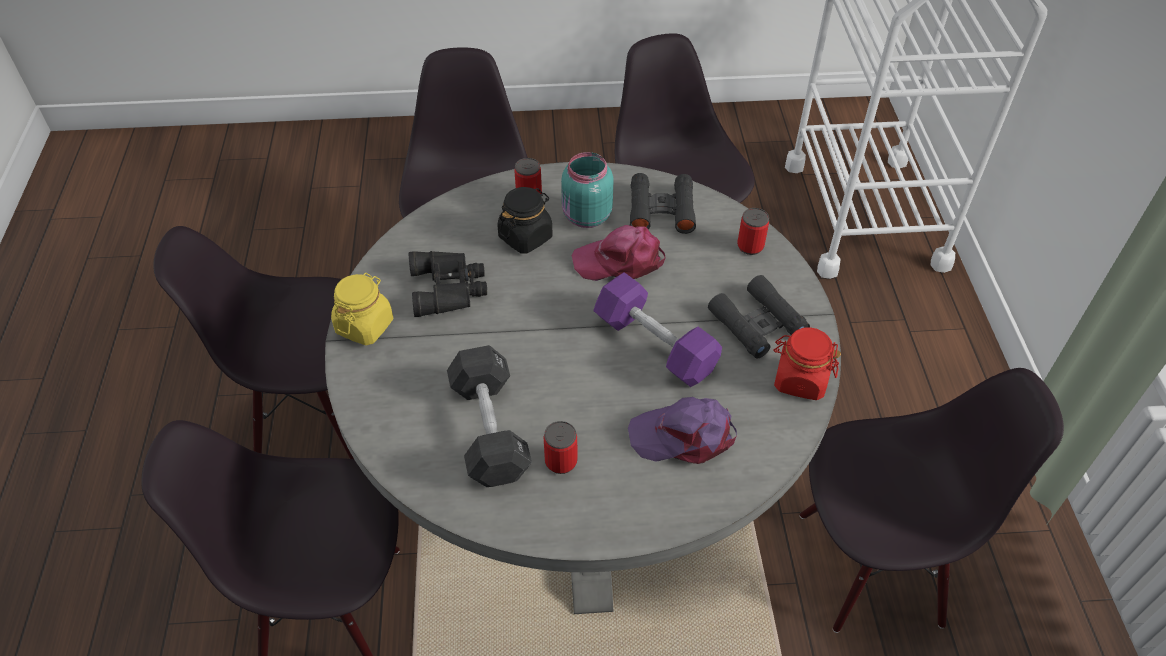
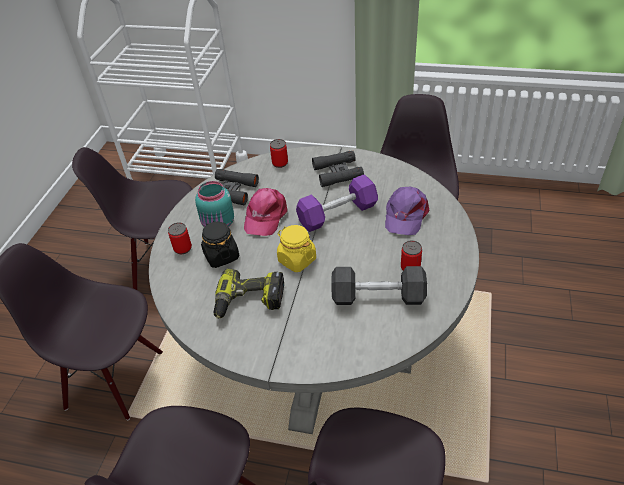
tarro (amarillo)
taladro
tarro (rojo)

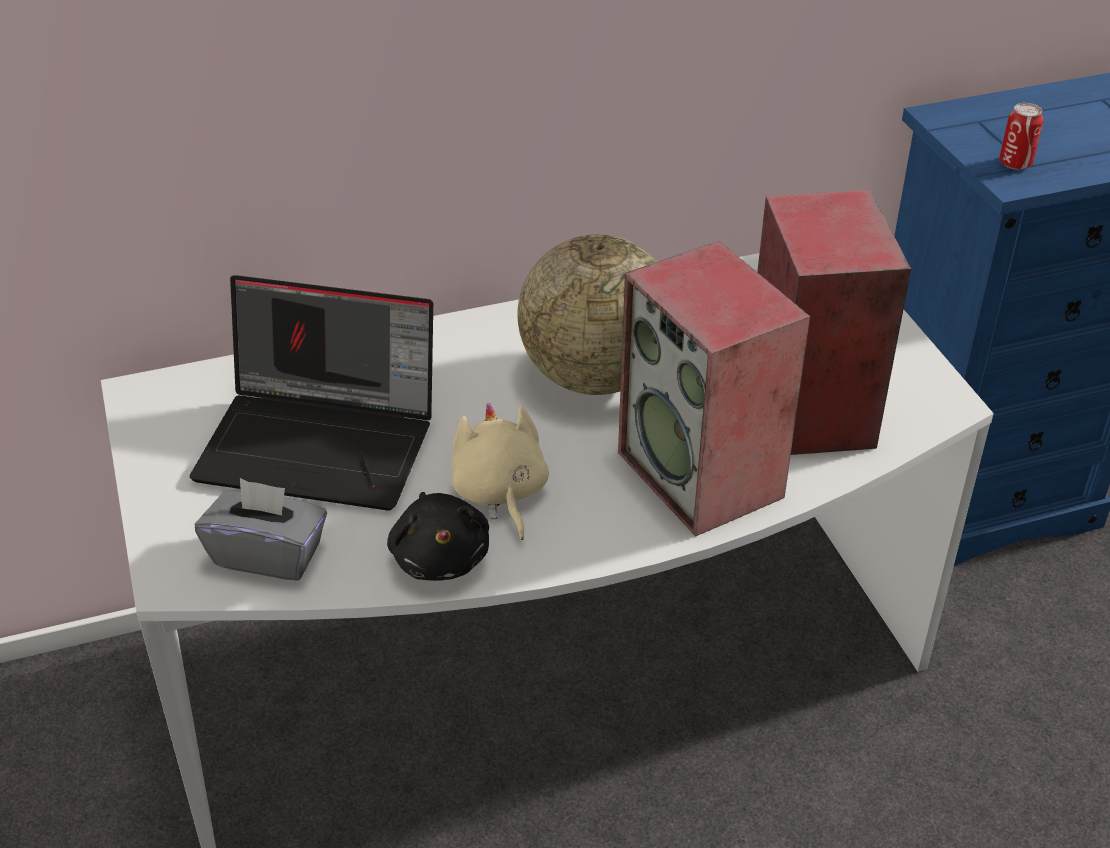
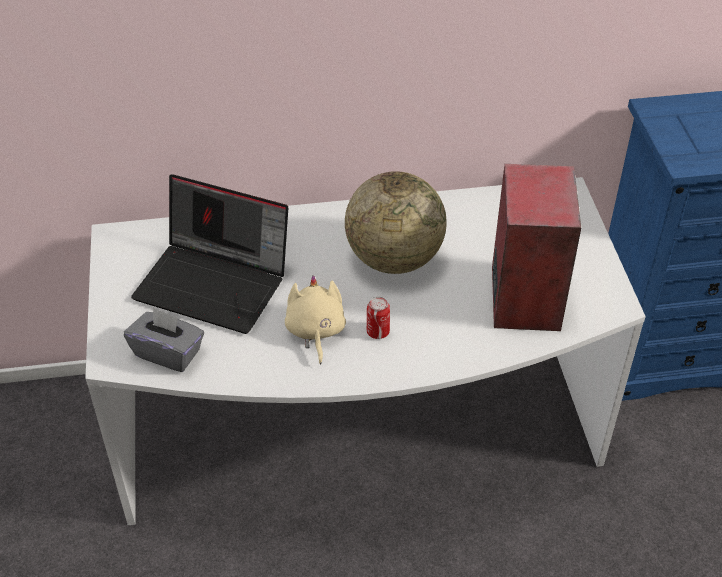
peluche (negro)
altavoz (1st from left in the first image)
lata

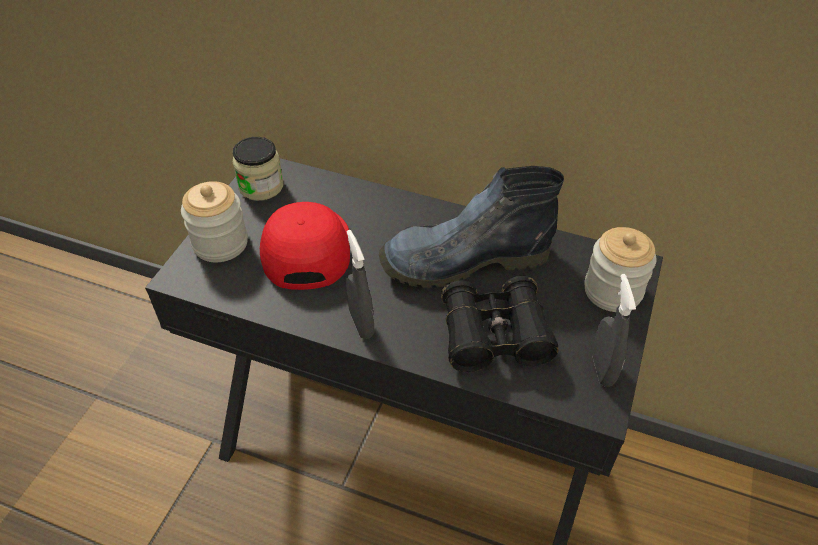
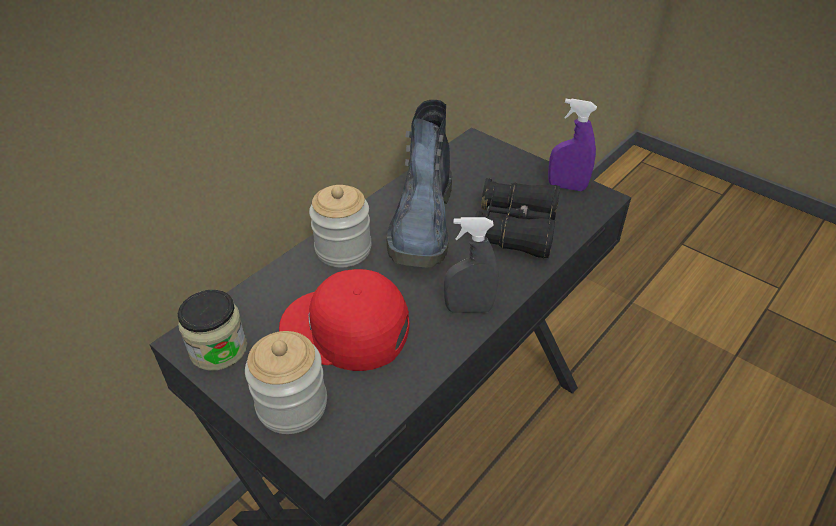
tarro (3rd from left)
pulverizador (morado)

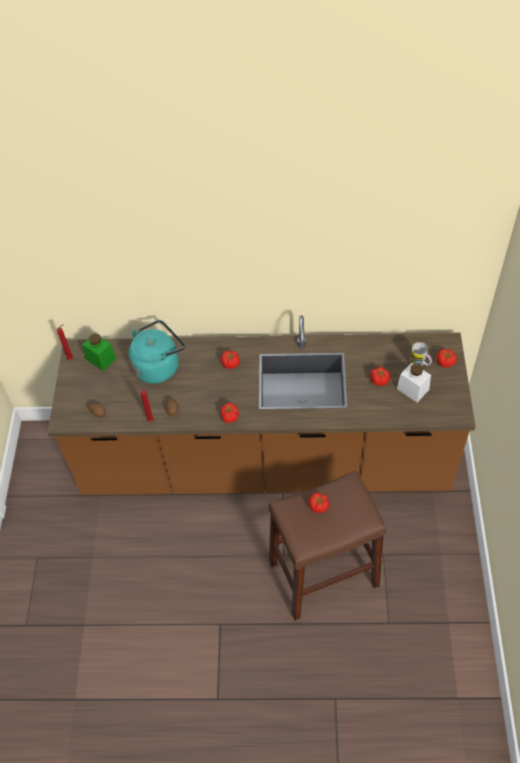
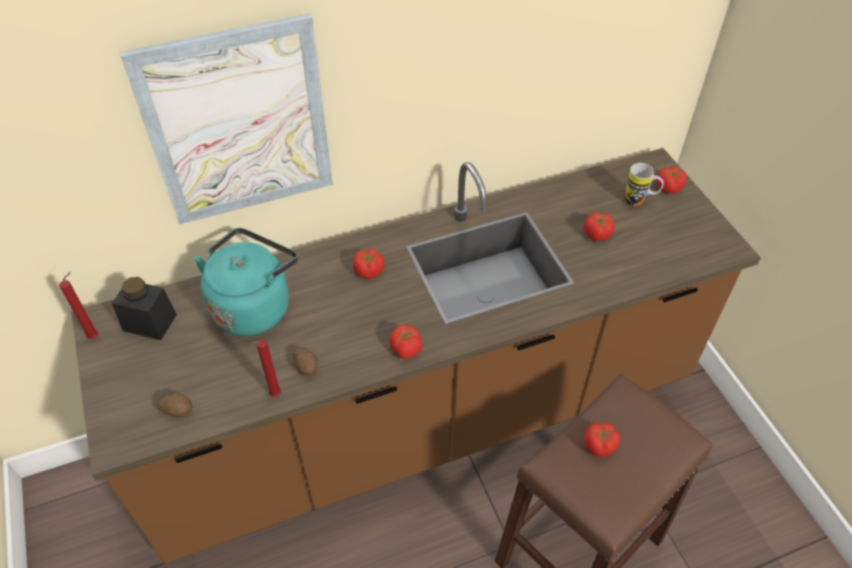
tarro (negro)
tarro (blanco)
cuadro

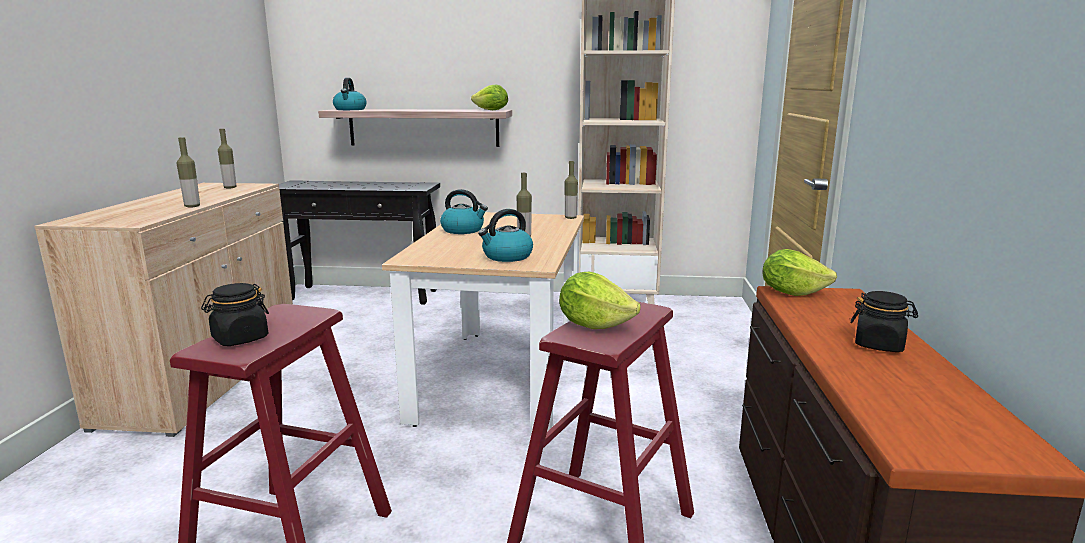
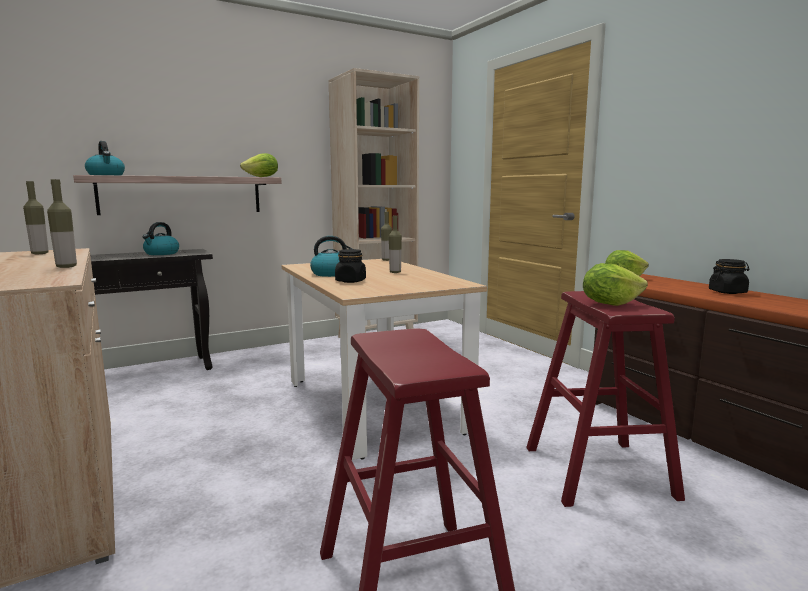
tarro (negro) (1st from left)
hervidor (2nd from left)

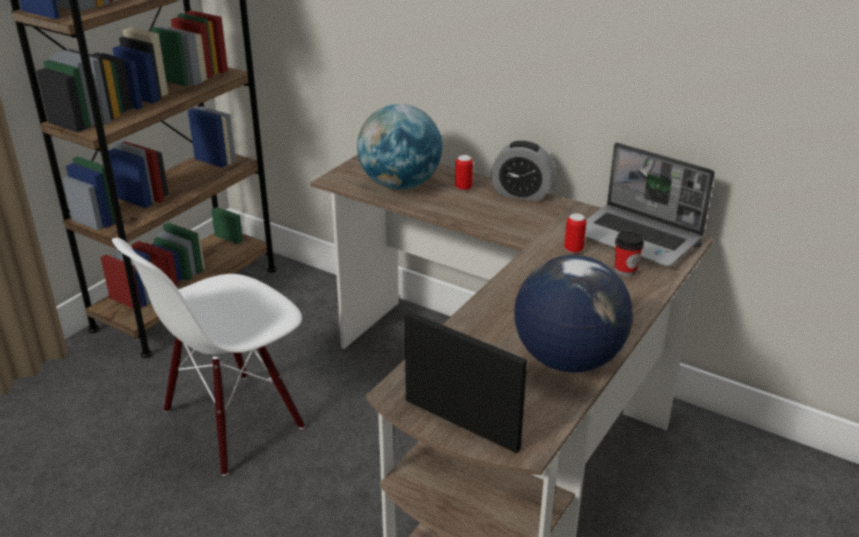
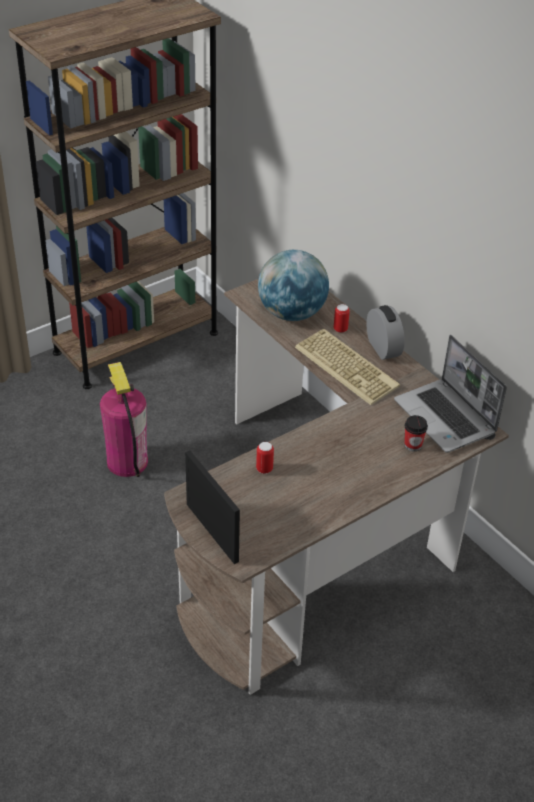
extintor
despertador
globo terráqueo (2nd from left in the first image)
lata (1st from left)
teclado

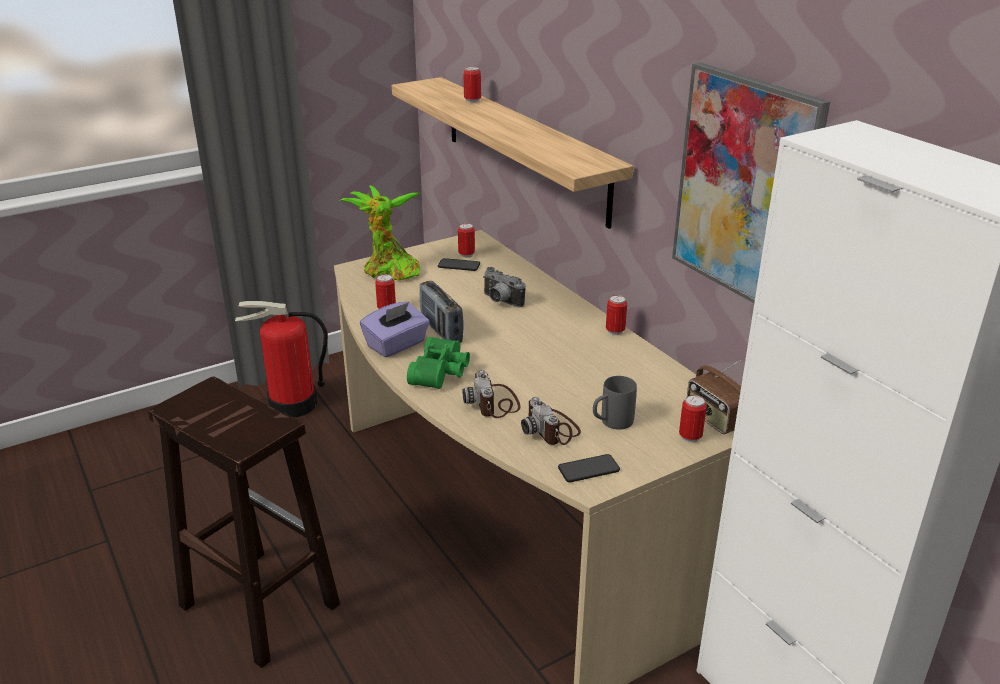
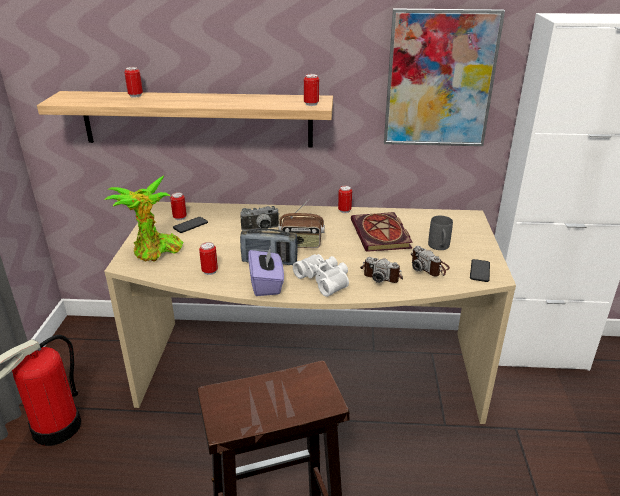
prismáticos (blanco)
cámara (3rd from left)
lata (4th from left)
radio (2nd from left)
libro

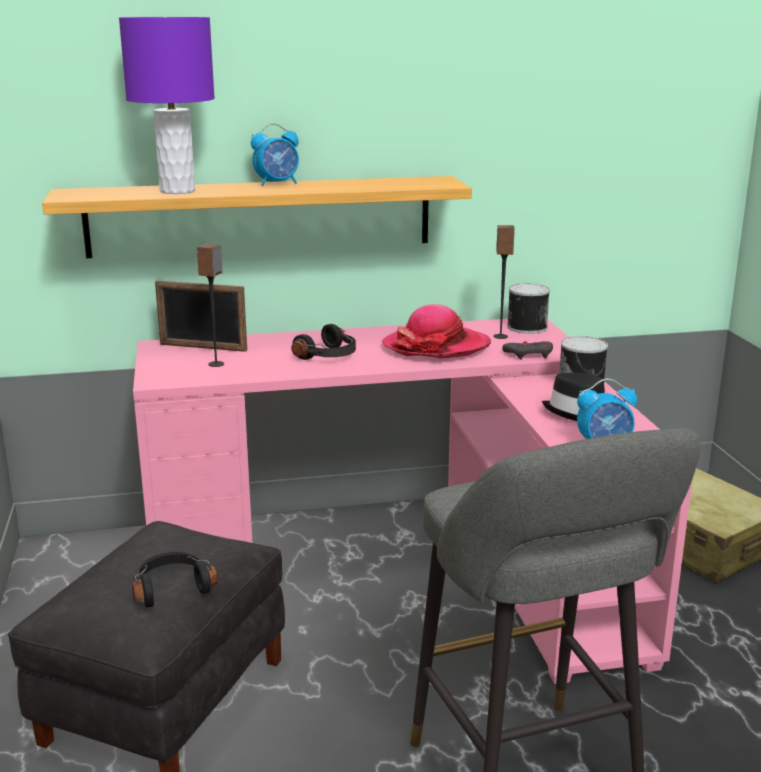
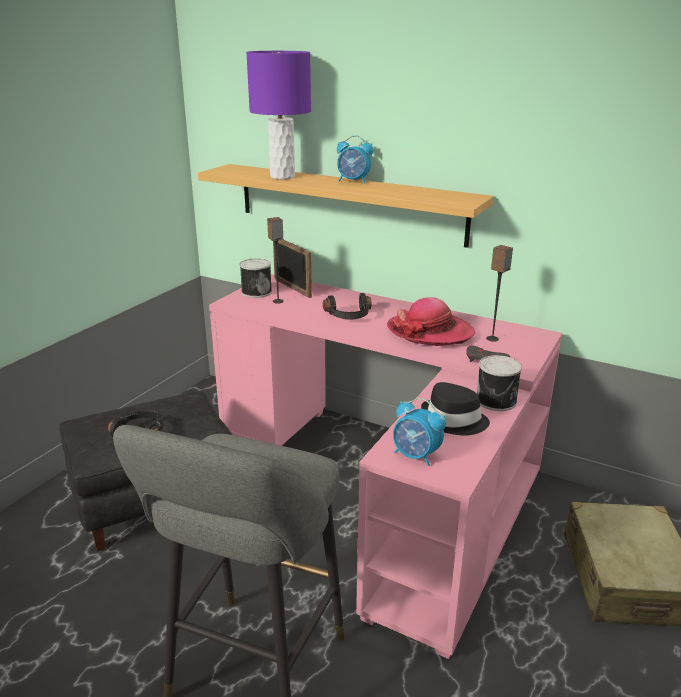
lata (1st from left)

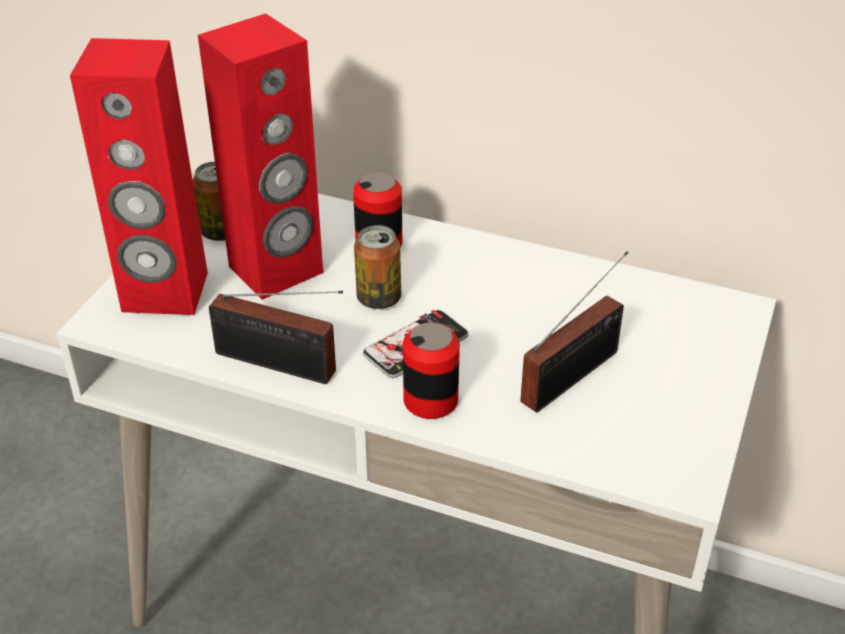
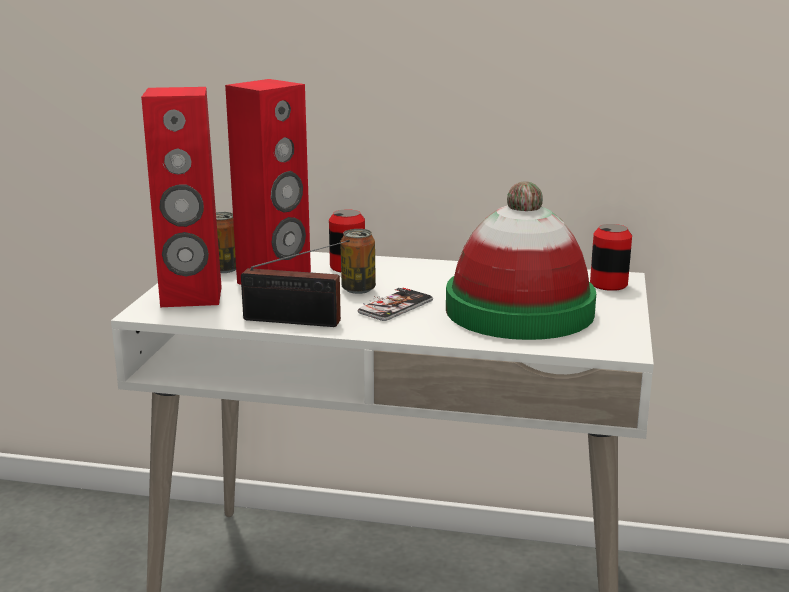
lata (4th from left)
sombrero

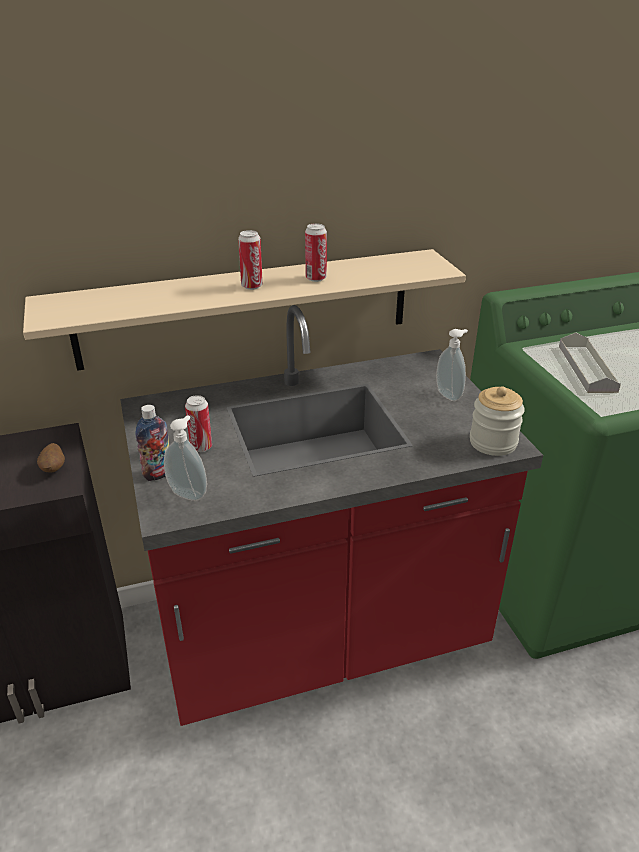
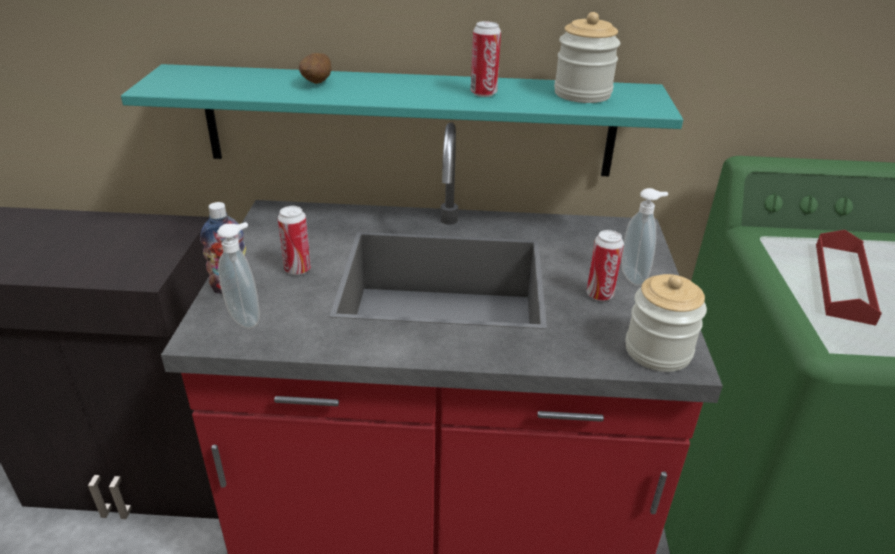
estante (turquesa)
patata
lata (3rd from left)
bandeja (rojo)
tarro (1st from left)

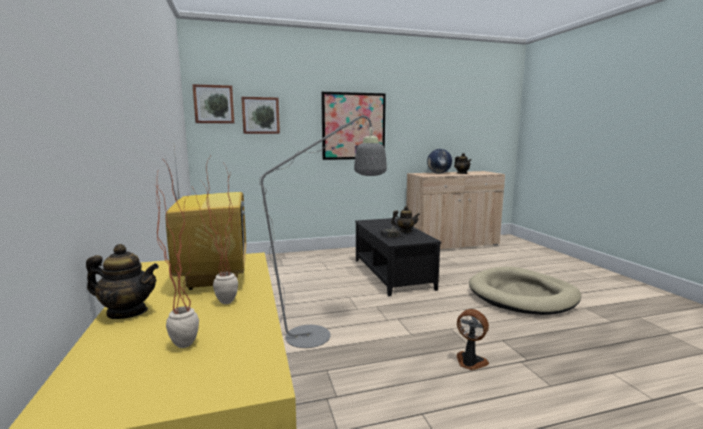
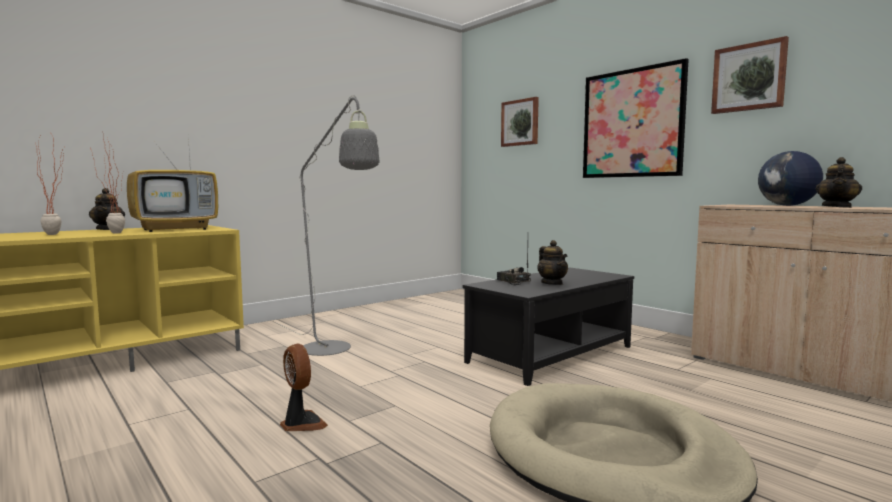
cuadro (3rd from left)
ventilador

